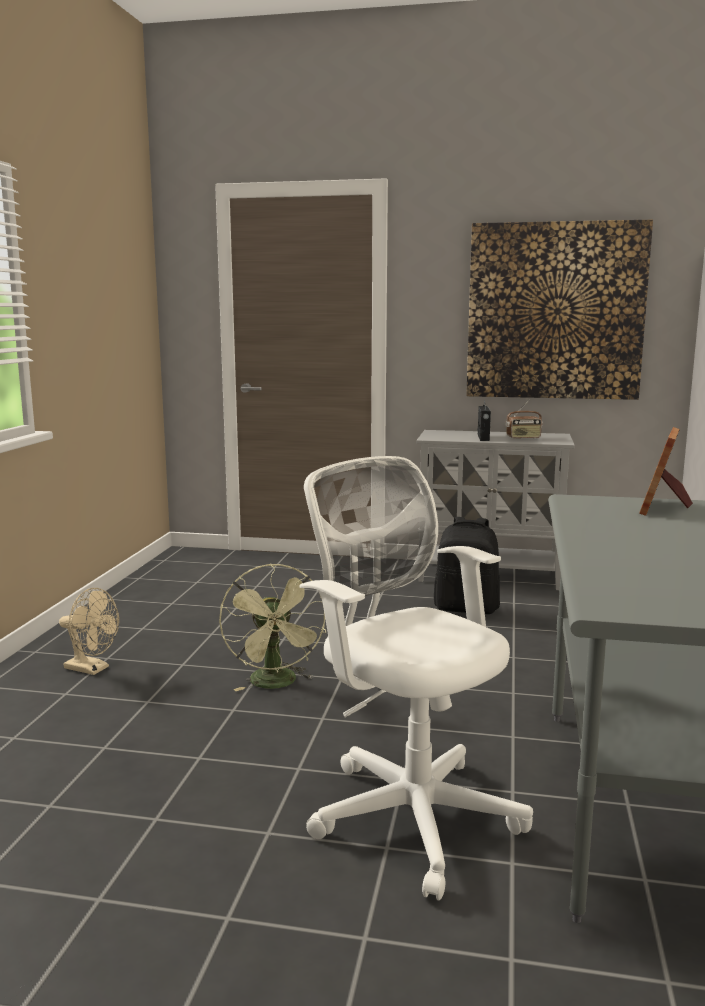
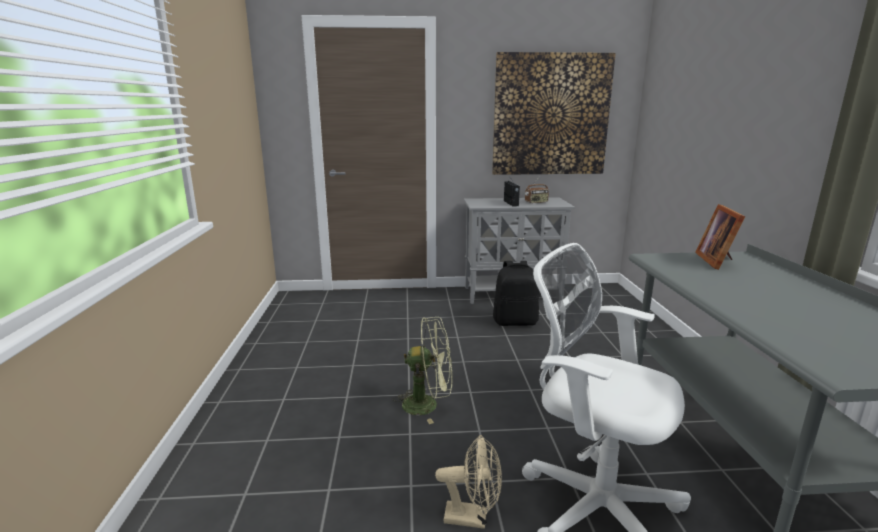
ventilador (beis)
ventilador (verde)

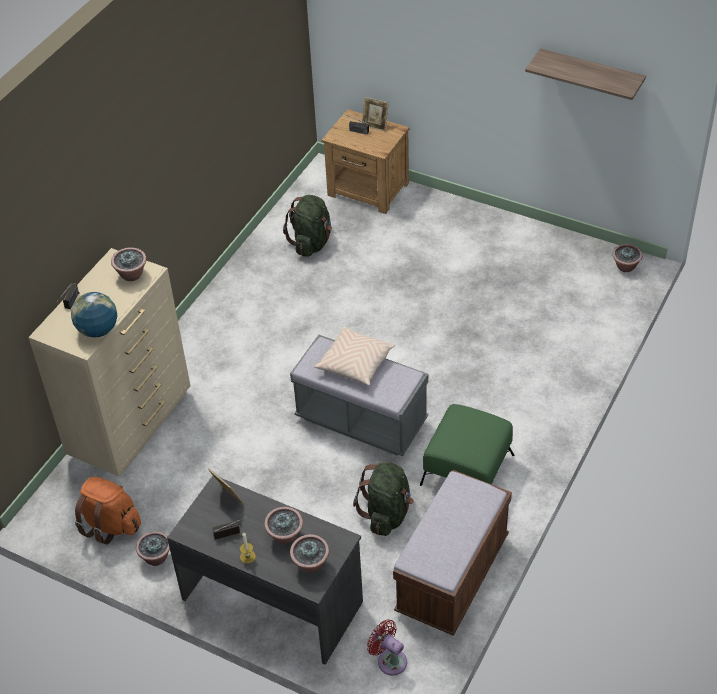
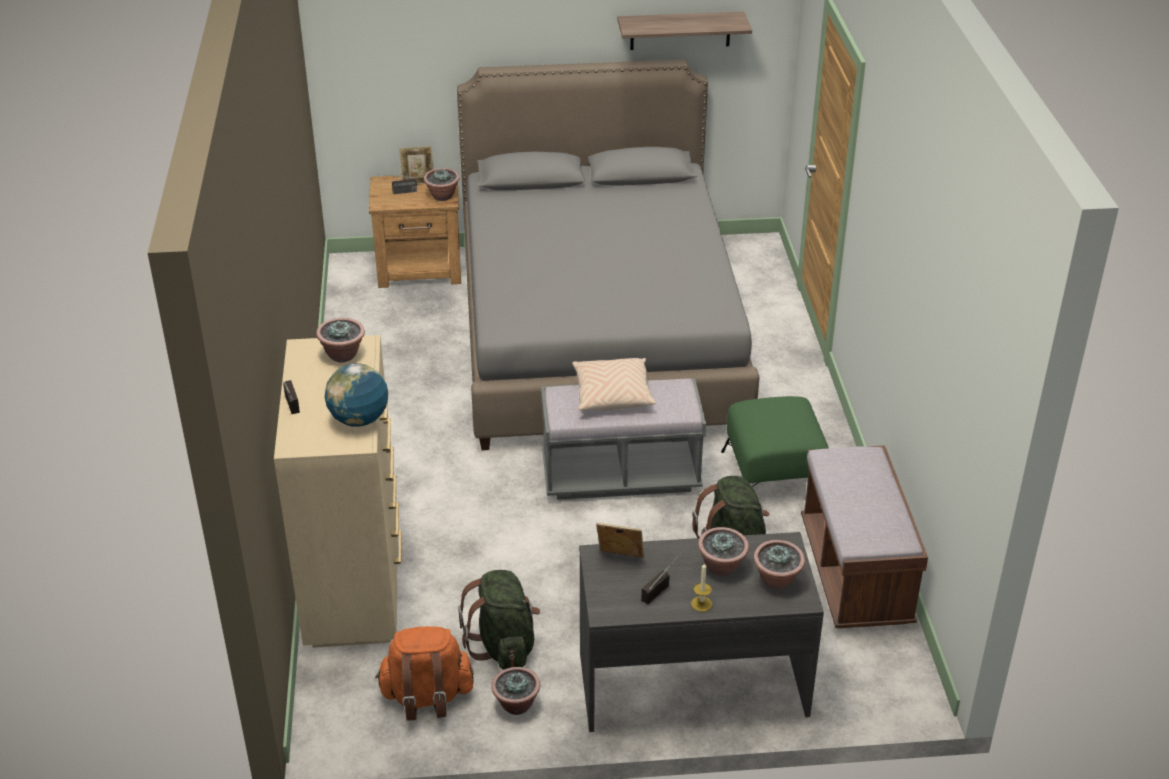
mochila (verde) (1st from left)
ventilador (rojo)
planta en maceta (2nd from left)
cama (gris)

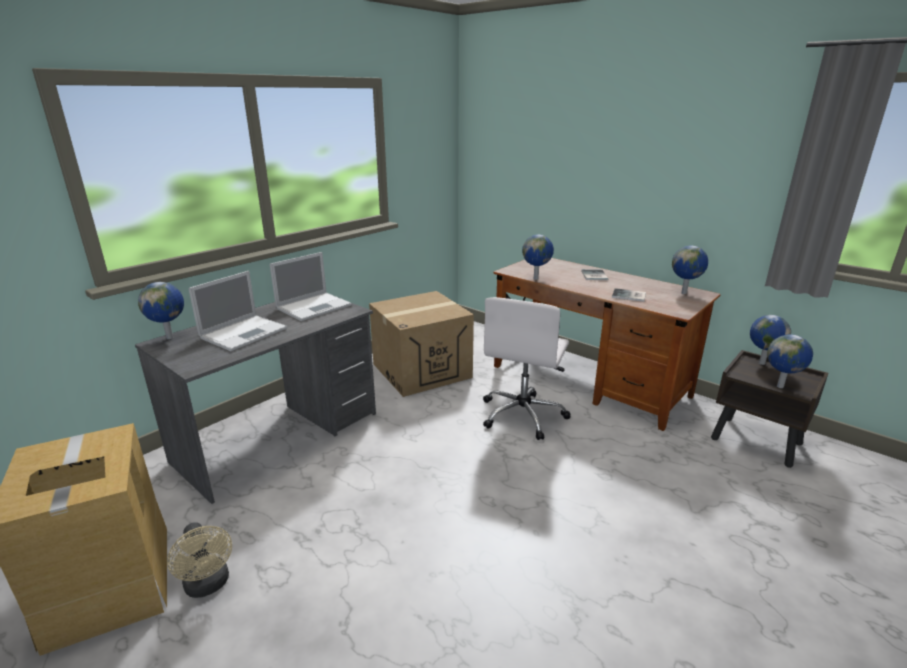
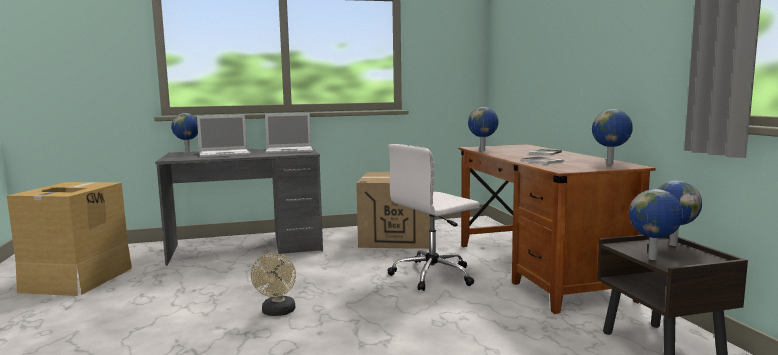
ventilador (beis)

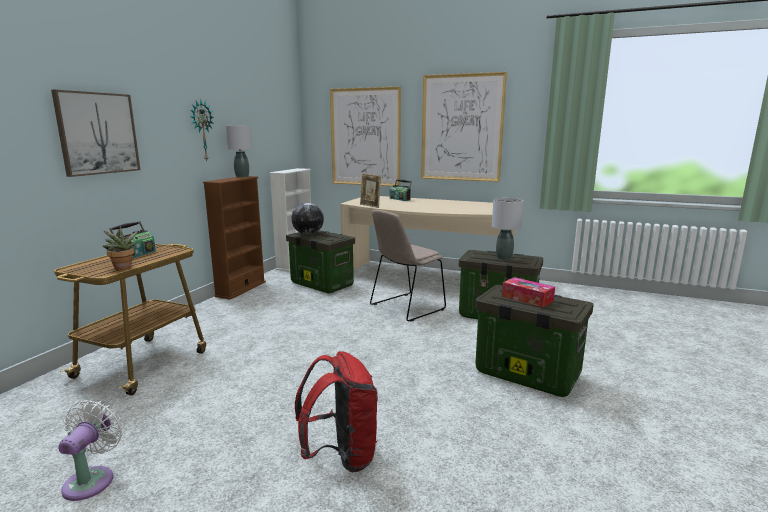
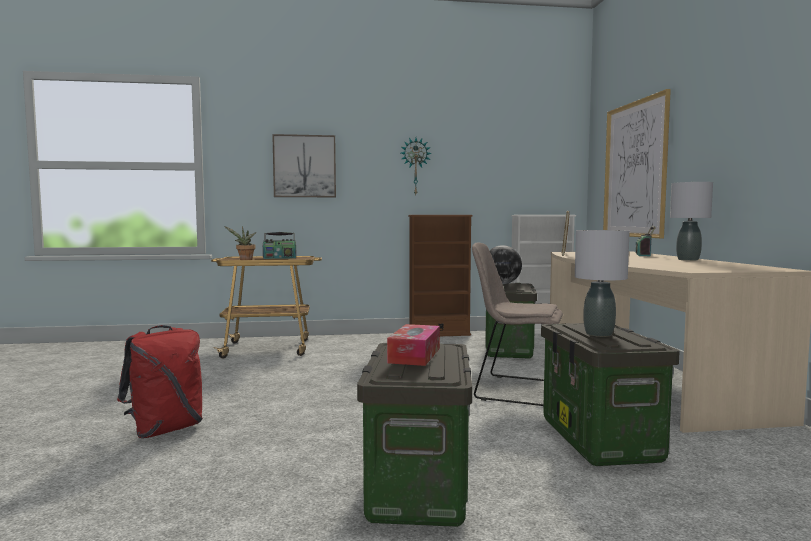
ventilador (blanco)
lámpara de mesa (gris) (2nd from left)
cuadro (3rd from left in the first image)

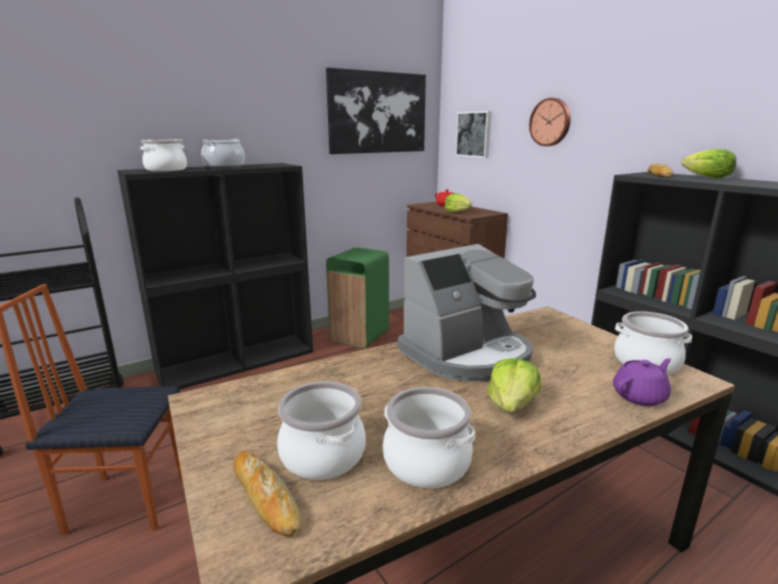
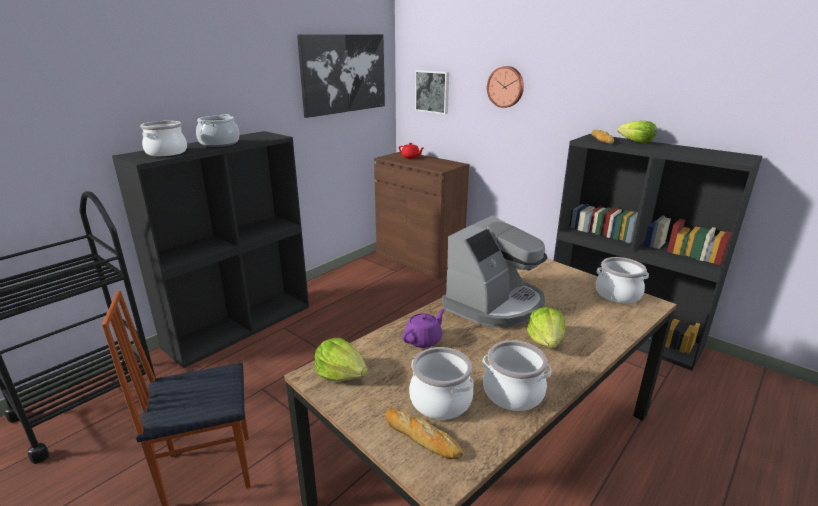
papelera (verde)
lechuga (1st from left)
tetera (morado)

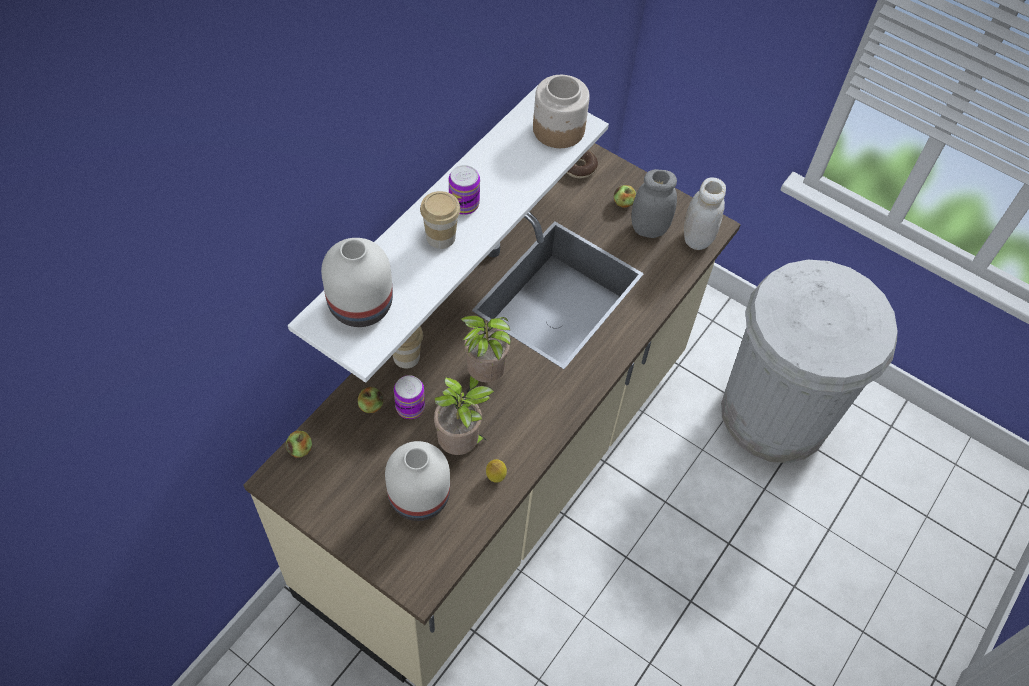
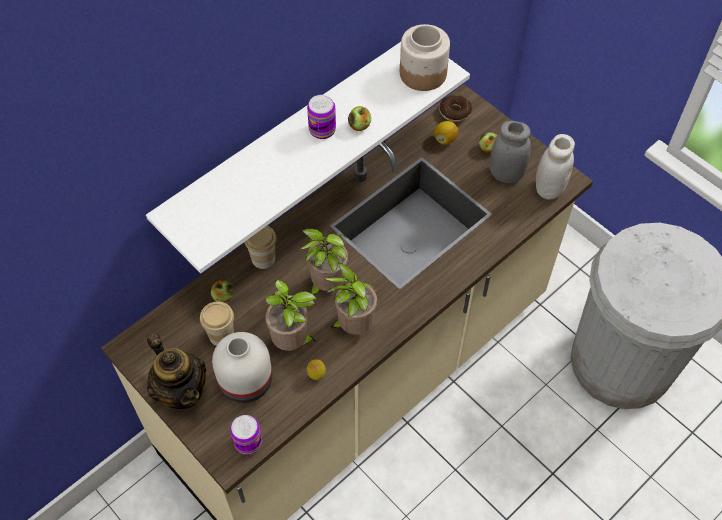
manzana (2nd from left)
florero (blanco) (1st from left in the first image)
lata (1st from left)
taza (1st from left)
tetera
planta en maceta (3rd from left)
limón (2nd from left)

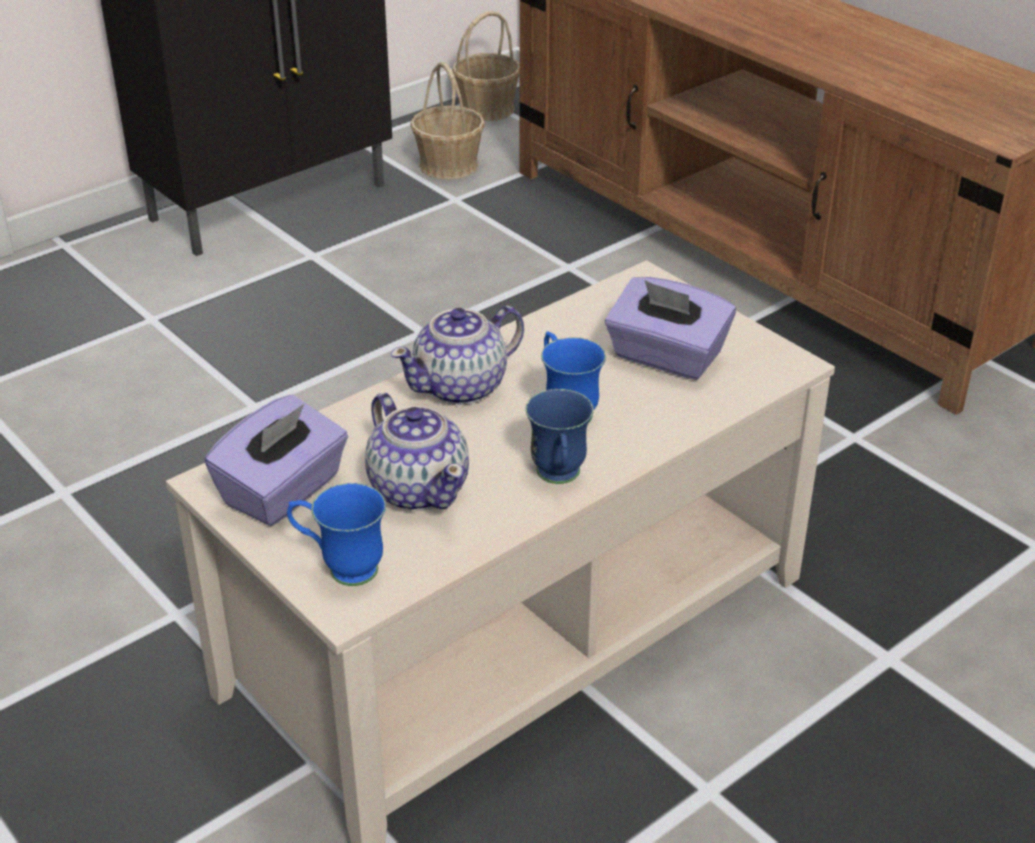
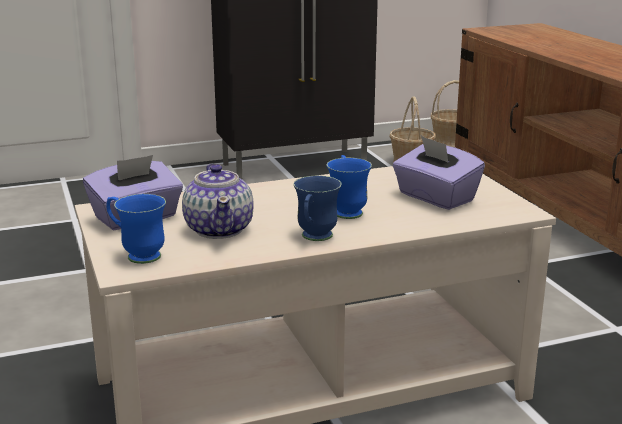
tetera (2nd from left in the first image)

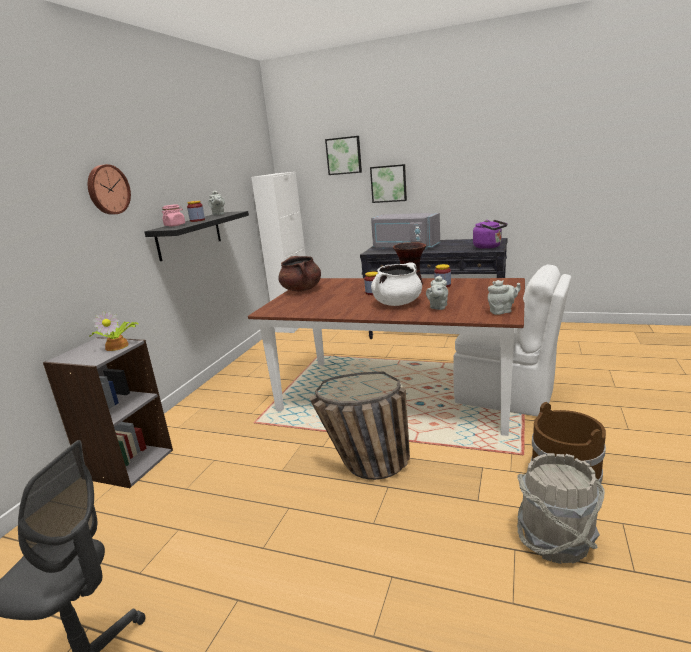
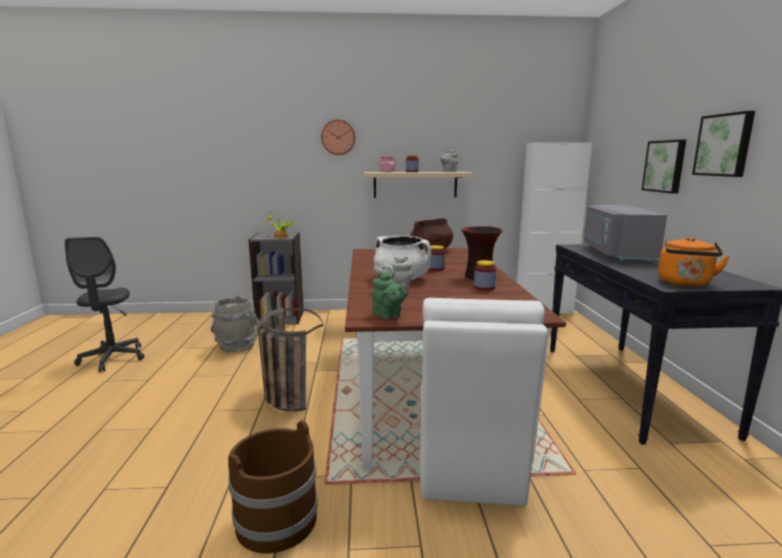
estante (beis)
cuadro (2nd from left)
hervidor (naranja)
tetera (verde)
cubo (gris)

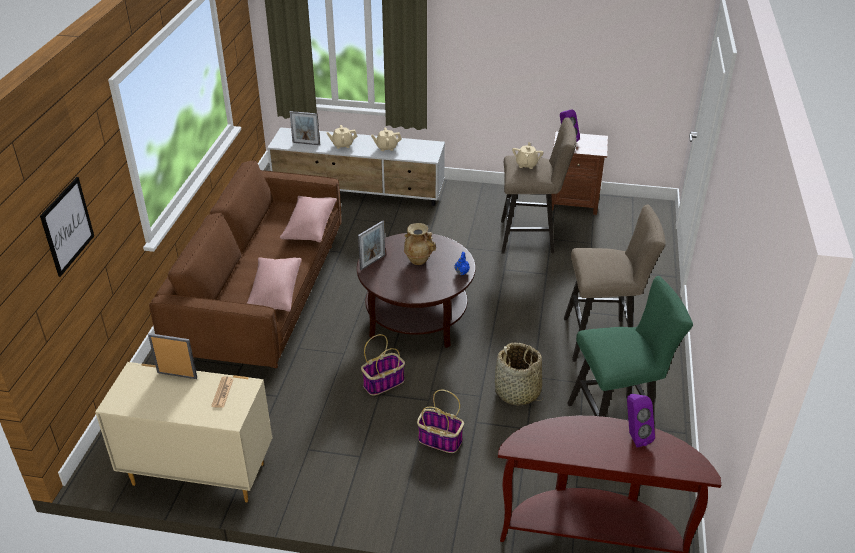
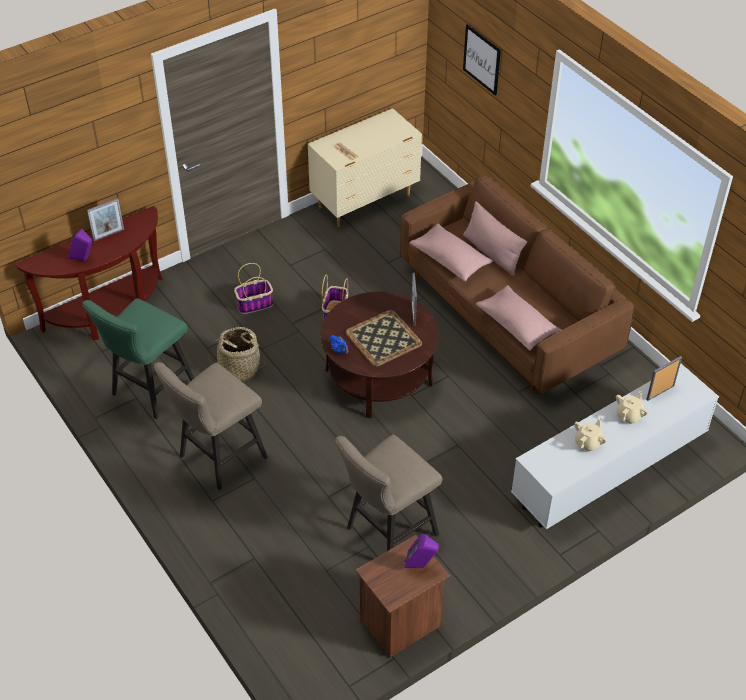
portarretratos (1st from left)
bandeja
tetera (beis) (3rd from left in the first image)
cojín (rosa) (2nd from left)

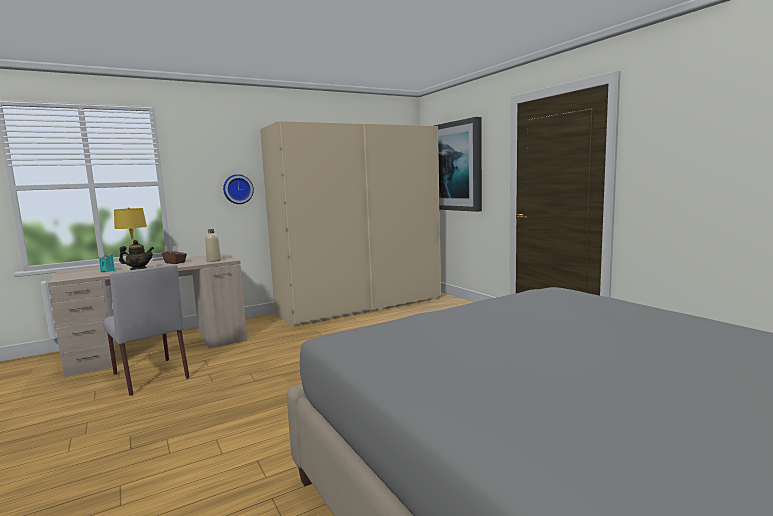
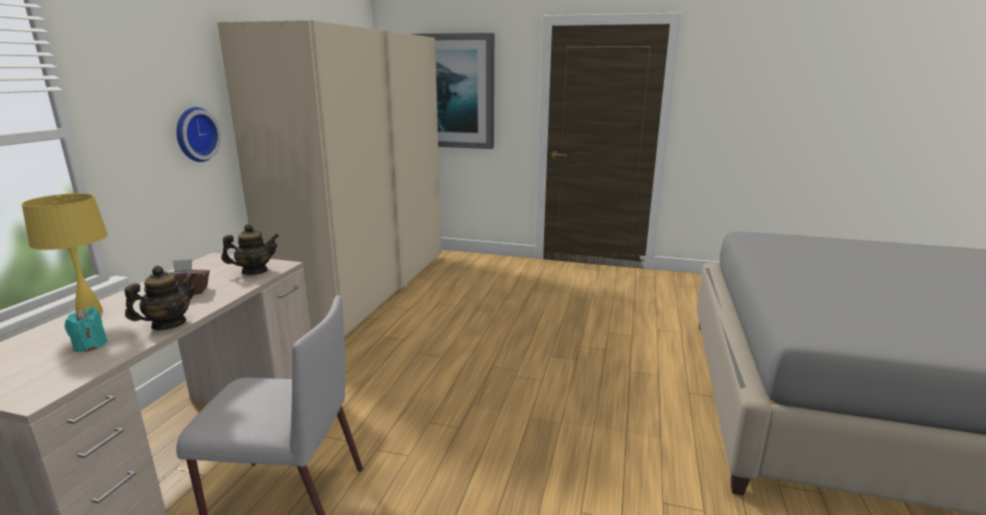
tetera (2nd from left)

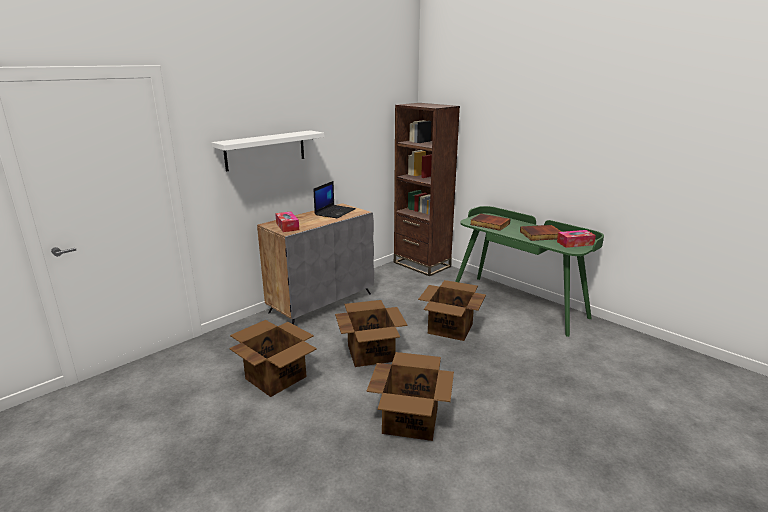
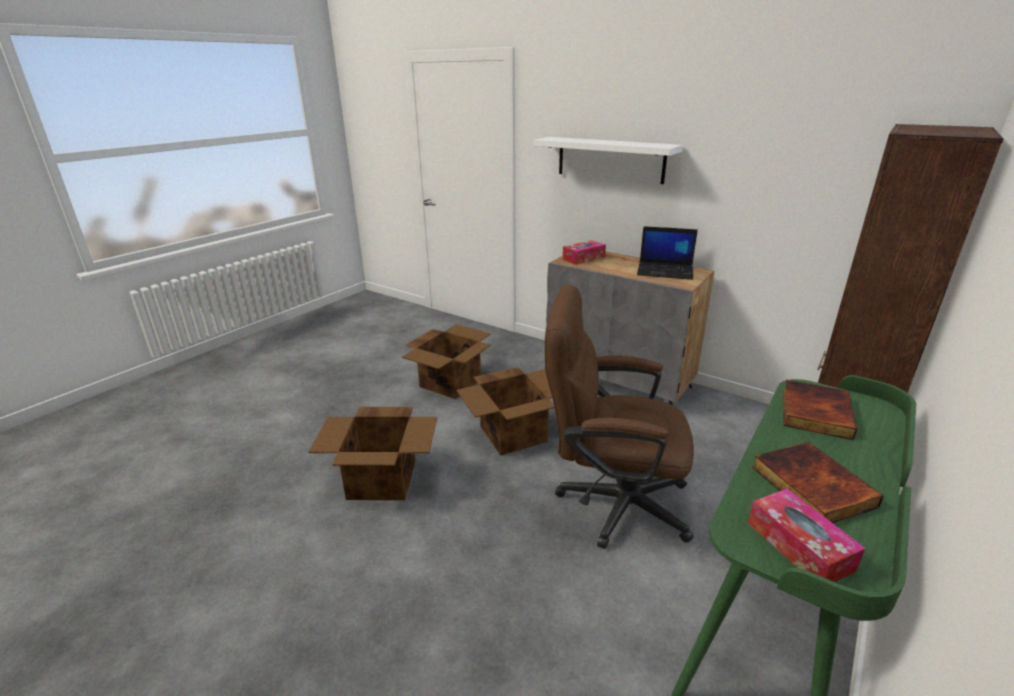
silla de oficina (marrón)

